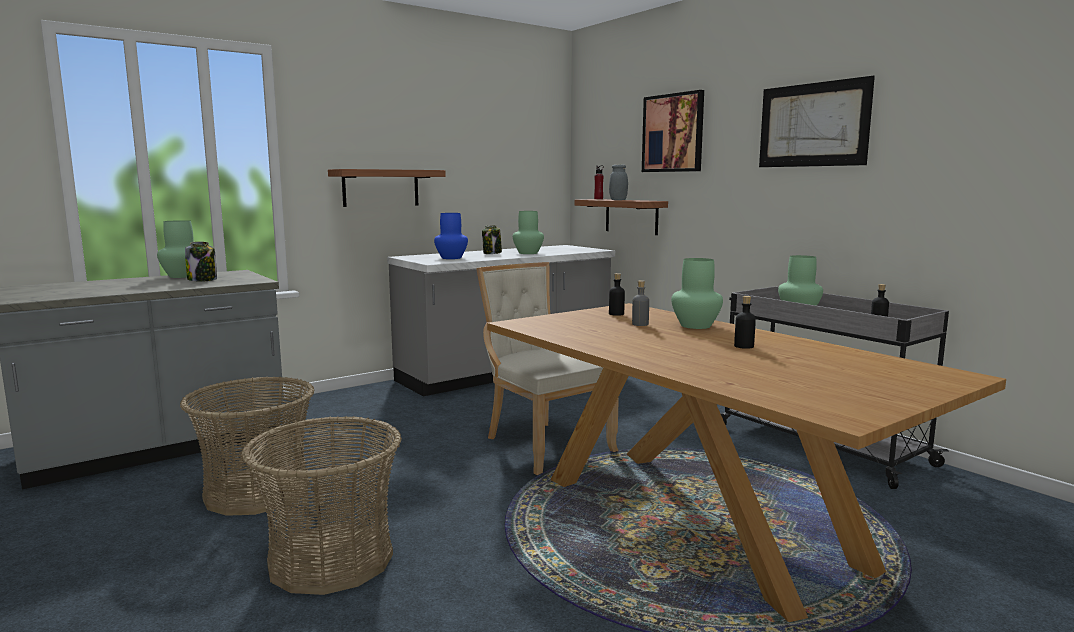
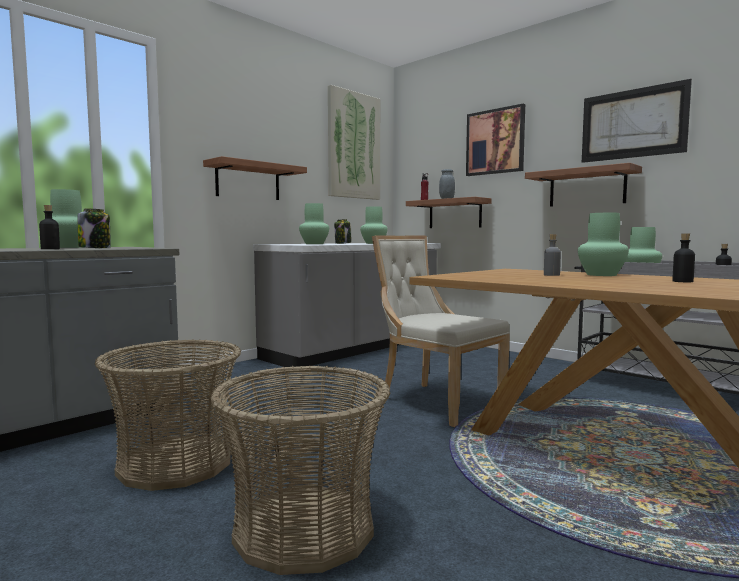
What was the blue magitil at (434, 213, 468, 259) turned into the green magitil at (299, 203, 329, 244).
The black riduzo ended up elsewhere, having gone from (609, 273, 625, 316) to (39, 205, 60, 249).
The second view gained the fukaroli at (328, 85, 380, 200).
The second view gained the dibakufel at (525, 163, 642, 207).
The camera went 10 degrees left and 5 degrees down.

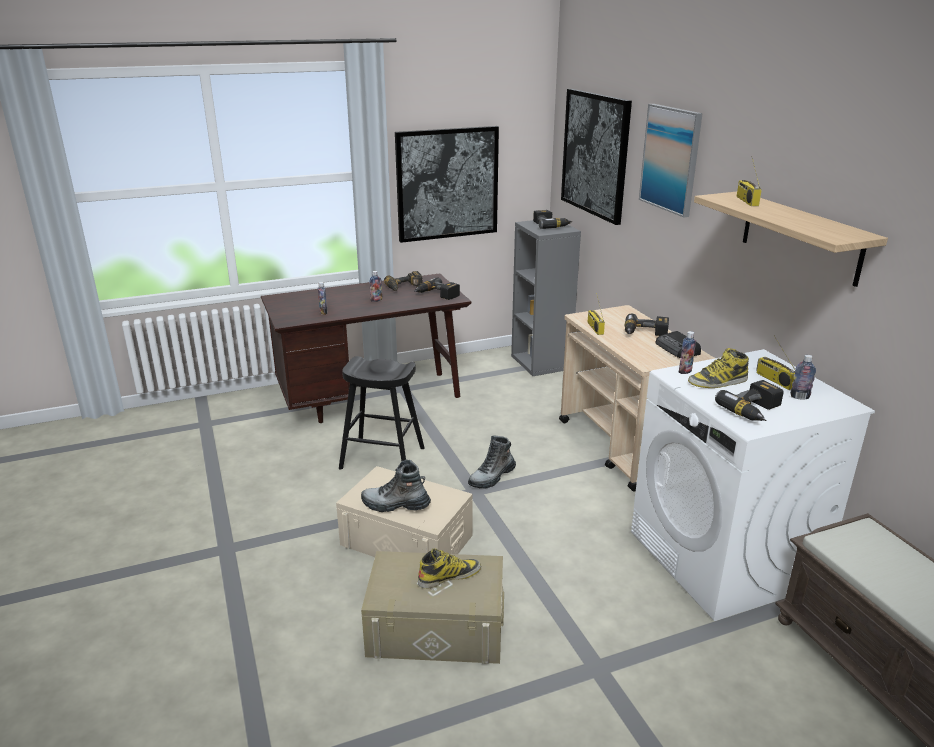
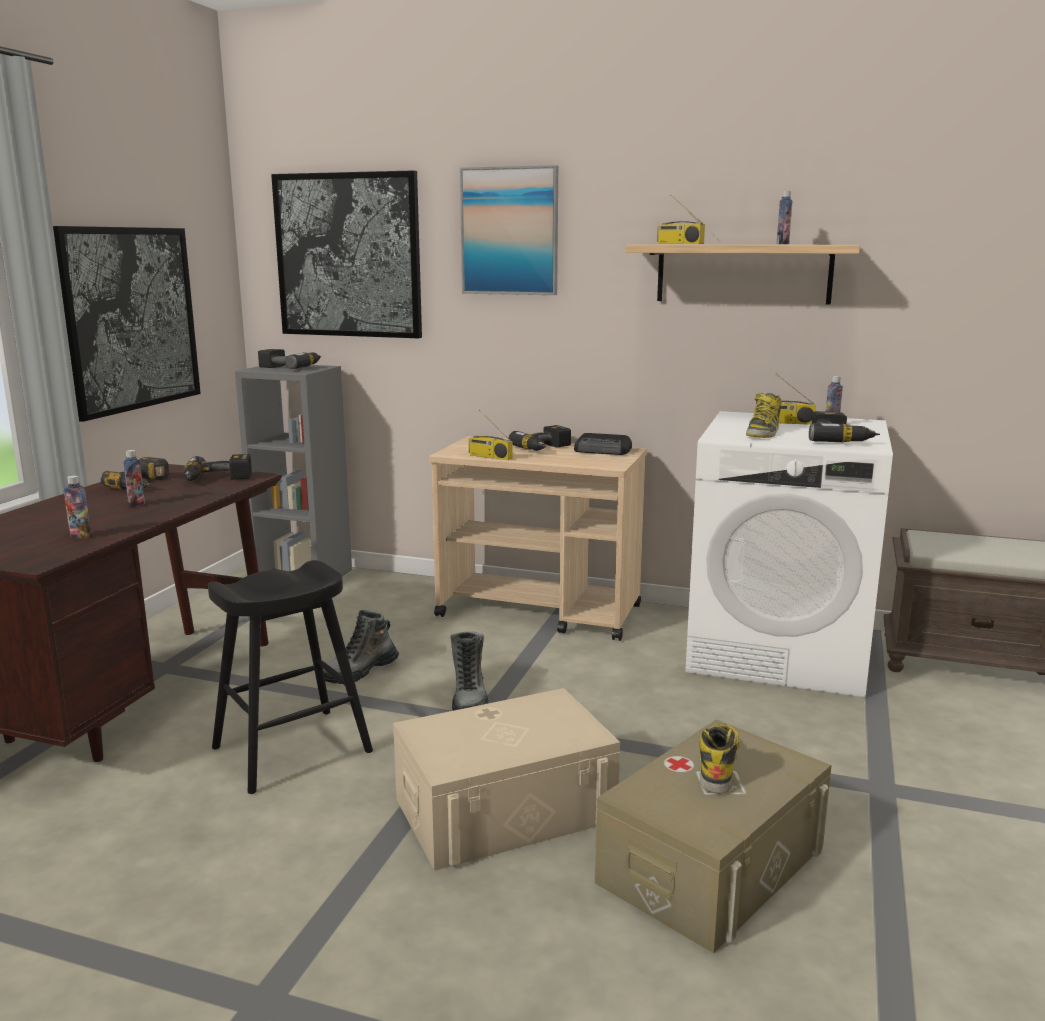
The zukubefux ended up elsewhere, having gone from (361, 460, 431, 512) to (323, 610, 399, 684).
The riduzo ended up elsewhere, having gone from (679, 331, 696, 374) to (777, 191, 793, 244).
The camera went 50 degrees left and 10 degrees down.

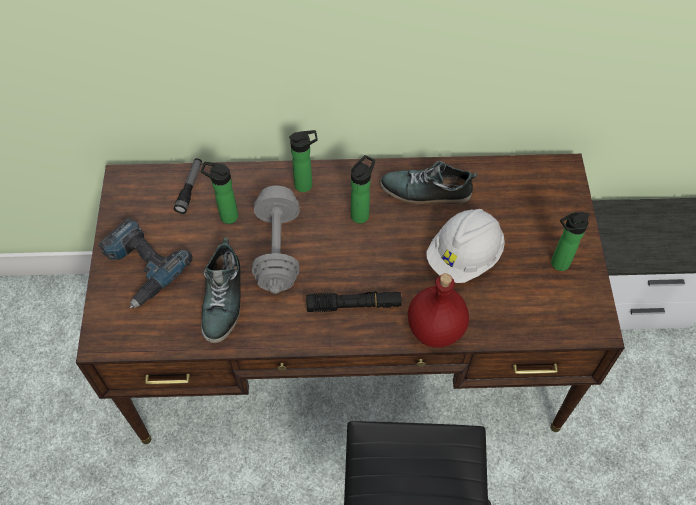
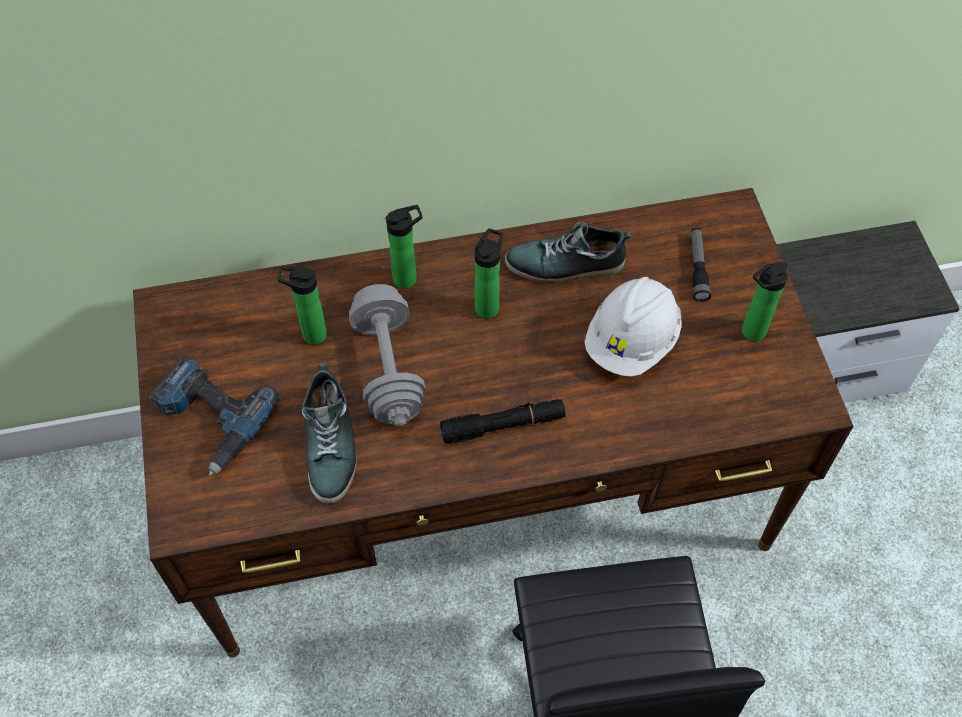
The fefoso ended up elsewhere, having gone from (174, 158, 202, 214) to (691, 228, 711, 302).
The second view lost the red riduzo at (408, 273, 469, 348).
The camera went 10 degrees left and 0 degrees up.

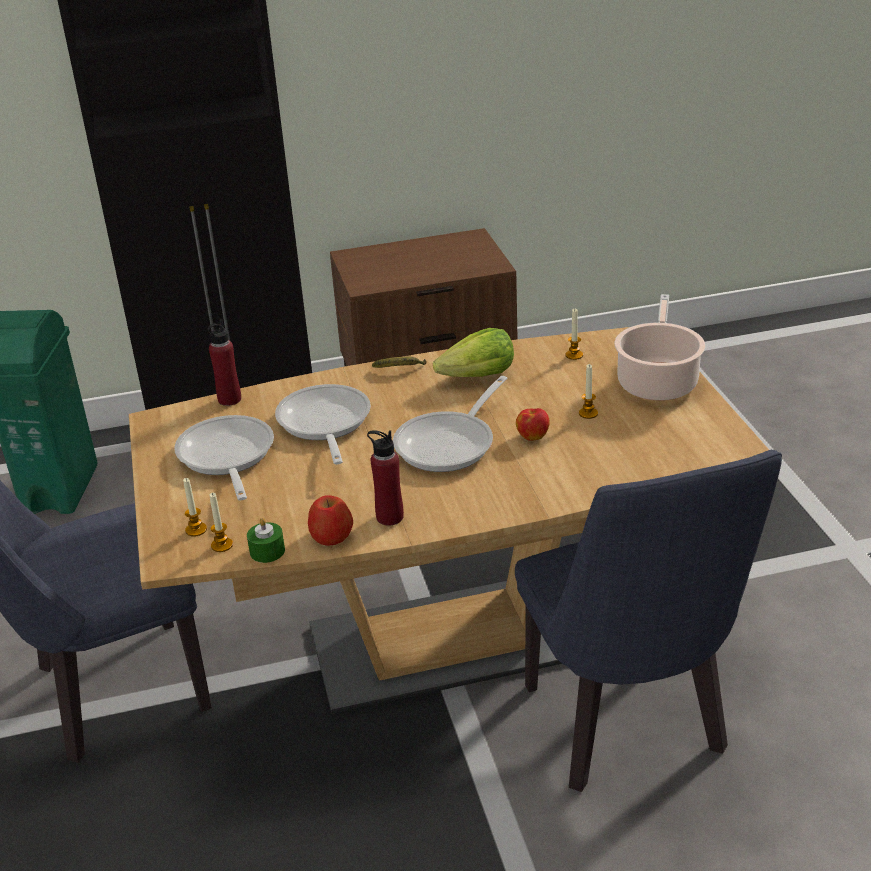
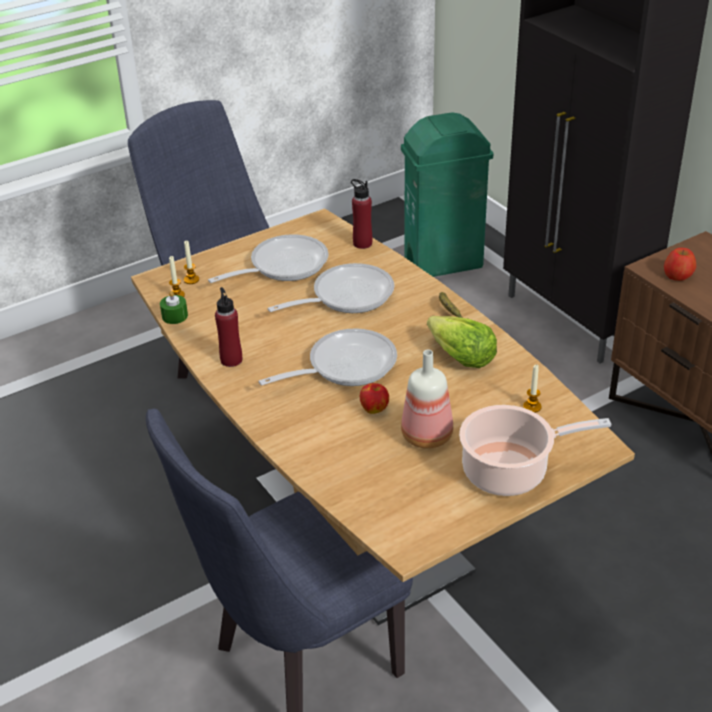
The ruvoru ended up elsewhere, having gone from (308, 495, 353, 546) to (664, 248, 696, 281).
The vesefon at (393, 376, 508, 472) ended up facing another way, 135 degrees clockwise from before.
Where the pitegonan stood at (579, 364, 598, 419), the riduzo came to stand at (401, 350, 453, 449).
The camera went 70 degrees right and 5 degrees up.

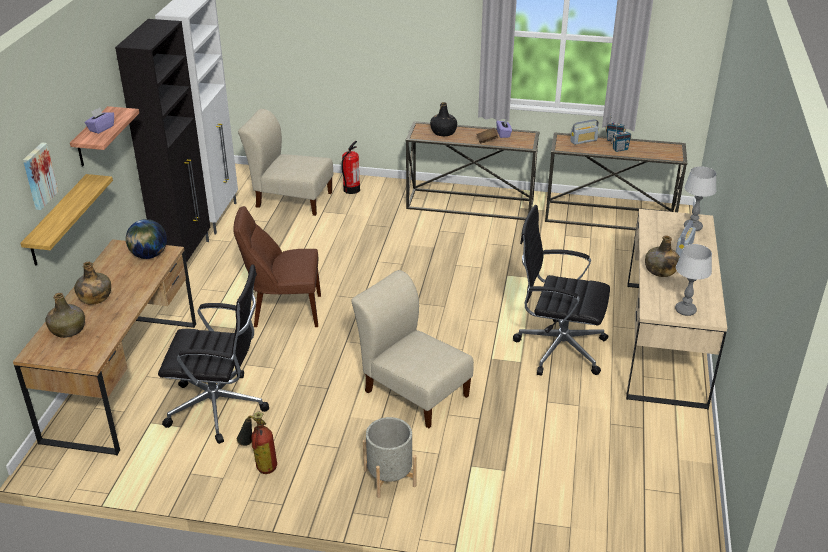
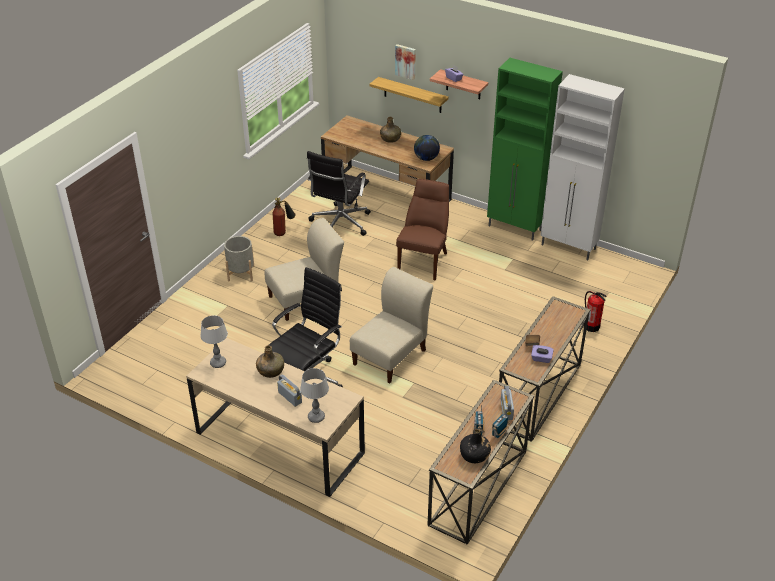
The second view lost the green riduzo at (45, 293, 85, 338).
What was the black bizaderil at (115, 19, 210, 263) turned into the green bizaderil at (487, 58, 563, 241).
The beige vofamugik ended up elsewhere, having gone from (238, 109, 333, 216) to (350, 267, 433, 384).
The black riduzo ended up elsewhere, having gone from (430, 102, 457, 136) to (460, 429, 491, 463).
The camera went 110 degrees right and 5 degrees up.

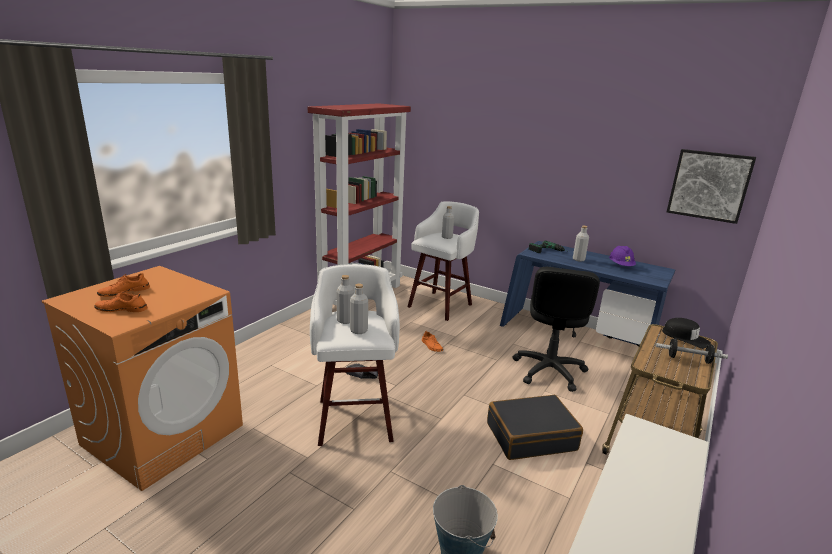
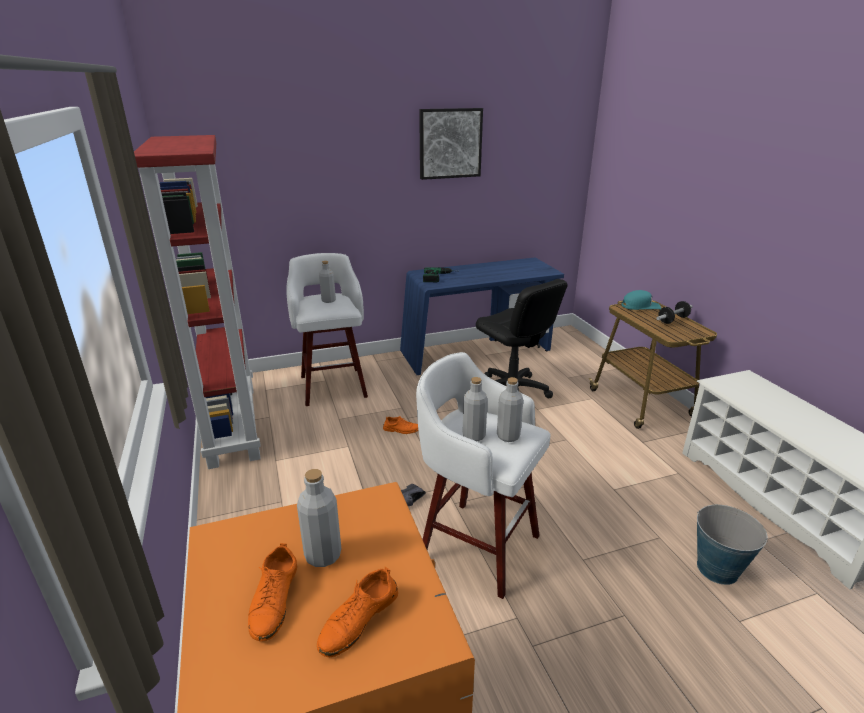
The second view lost the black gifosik at (487, 395, 583, 460).
The grey riduzo ended up elsewhere, having gone from (573, 226, 589, 262) to (297, 469, 341, 567).
The second view lost the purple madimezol at (609, 246, 636, 266).
What was the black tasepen at (662, 318, 711, 349) turned into the turquoise tasepen at (622, 290, 661, 310).
The fukaroli ended up elsewhere, having gone from (667, 149, 756, 224) to (419, 108, 483, 180).
The camera went 50 degrees left and 5 degrees up.

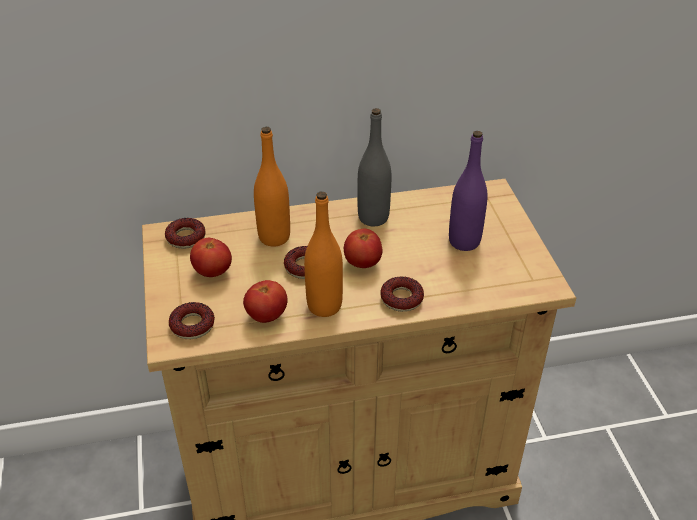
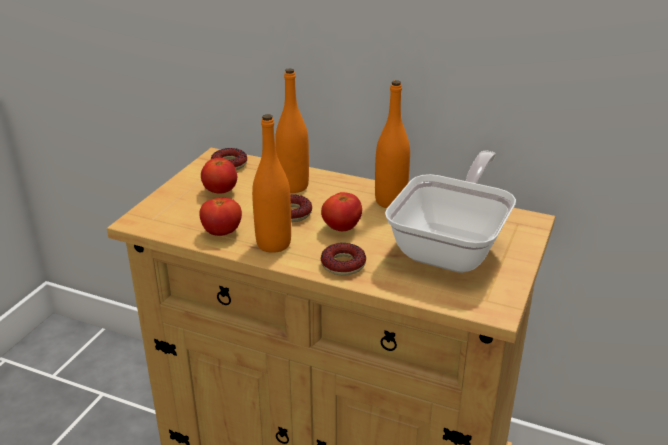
The second view lost the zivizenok at (169, 302, 215, 339).
What was the grey riduzo at (357, 108, 391, 226) turned into the orange riduzo at (375, 80, 410, 208).
Where the purple riduzo stood at (449, 131, 488, 251), the vesefon came to stand at (385, 151, 516, 273).
The camera went 35 degrees right and 10 degrees down.

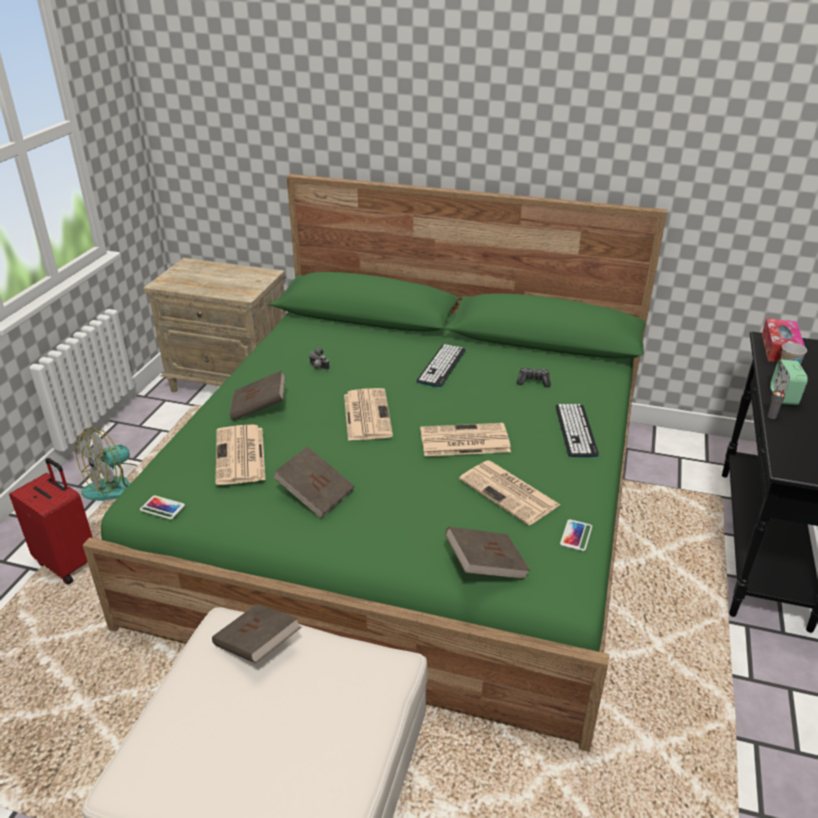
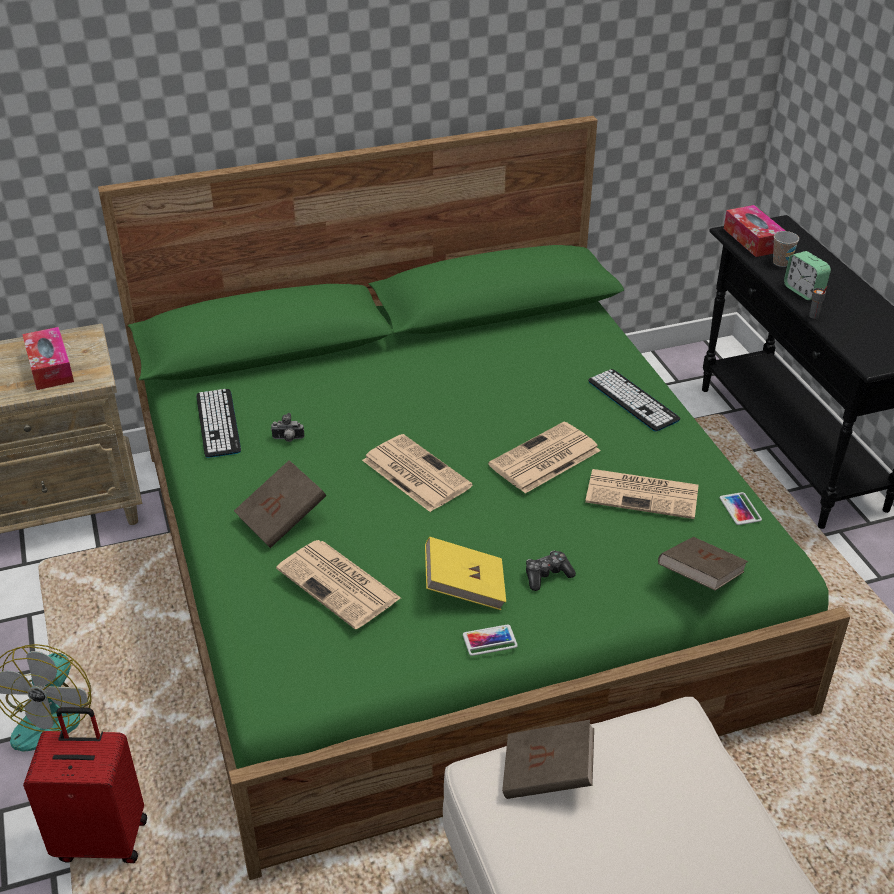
The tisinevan ended up elsewhere, having gone from (140, 495, 185, 519) to (463, 624, 518, 656).
What was the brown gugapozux at (273, 446, 354, 518) turned into the yellow gugapozux at (425, 537, 506, 610).
The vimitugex ended up elsewhere, having gone from (417, 344, 466, 388) to (196, 389, 241, 458).
The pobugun ended up elsewhere, having gone from (517, 367, 551, 387) to (526, 550, 576, 591).
The second view gained the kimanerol at (22, 327, 74, 390).
The camera went 35 degrees left and 5 degrees up.

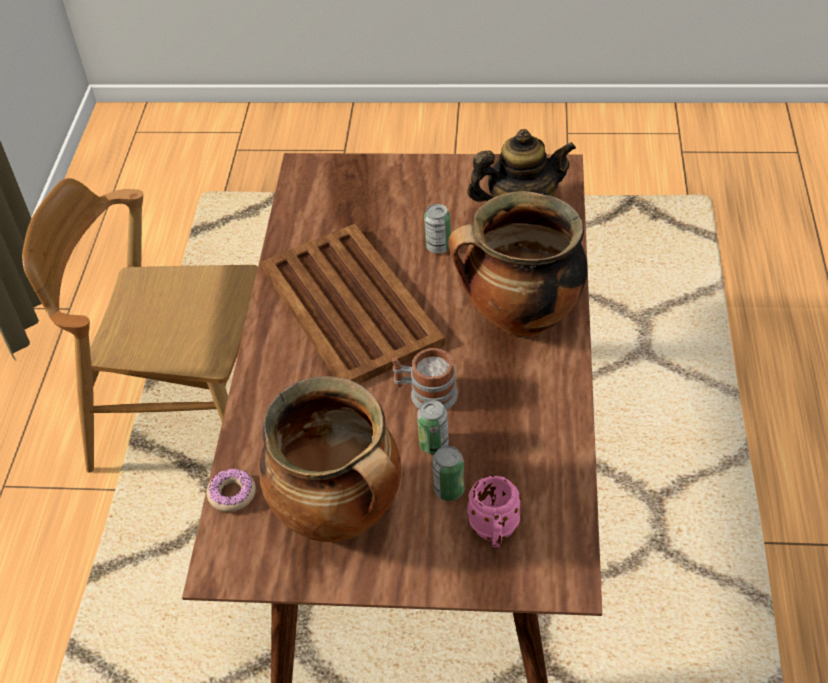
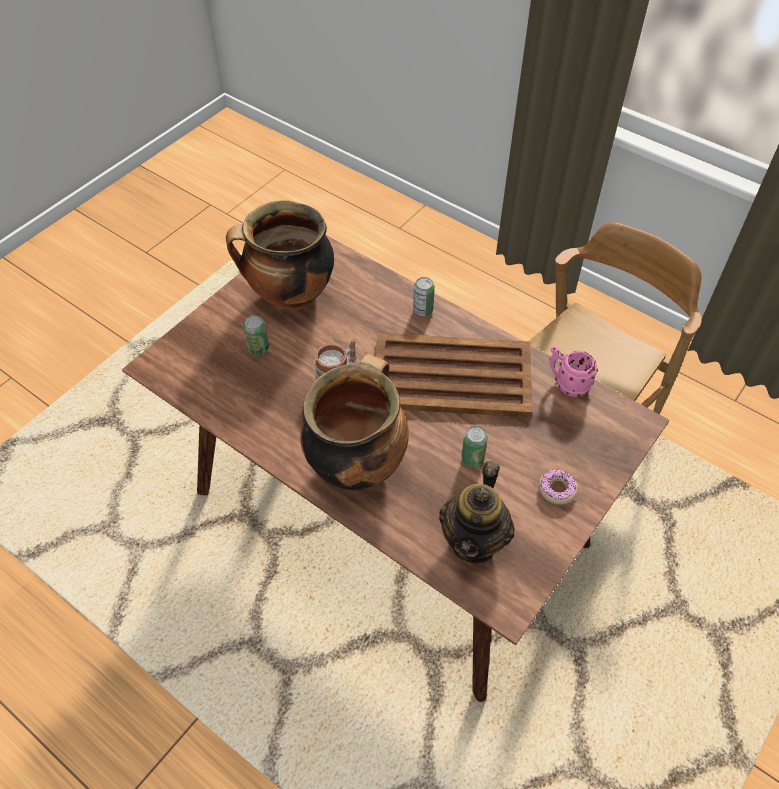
The zivizenok ended up elsewhere, having gone from (207, 469, 256, 512) to (539, 469, 578, 505).
The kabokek ended up elsewhere, having gone from (417, 400, 449, 454) to (413, 277, 435, 316).
The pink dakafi ended up elsewhere, having gone from (467, 475, 522, 547) to (549, 346, 598, 397).
The camera went 120 degrees right and 5 degrees up.

